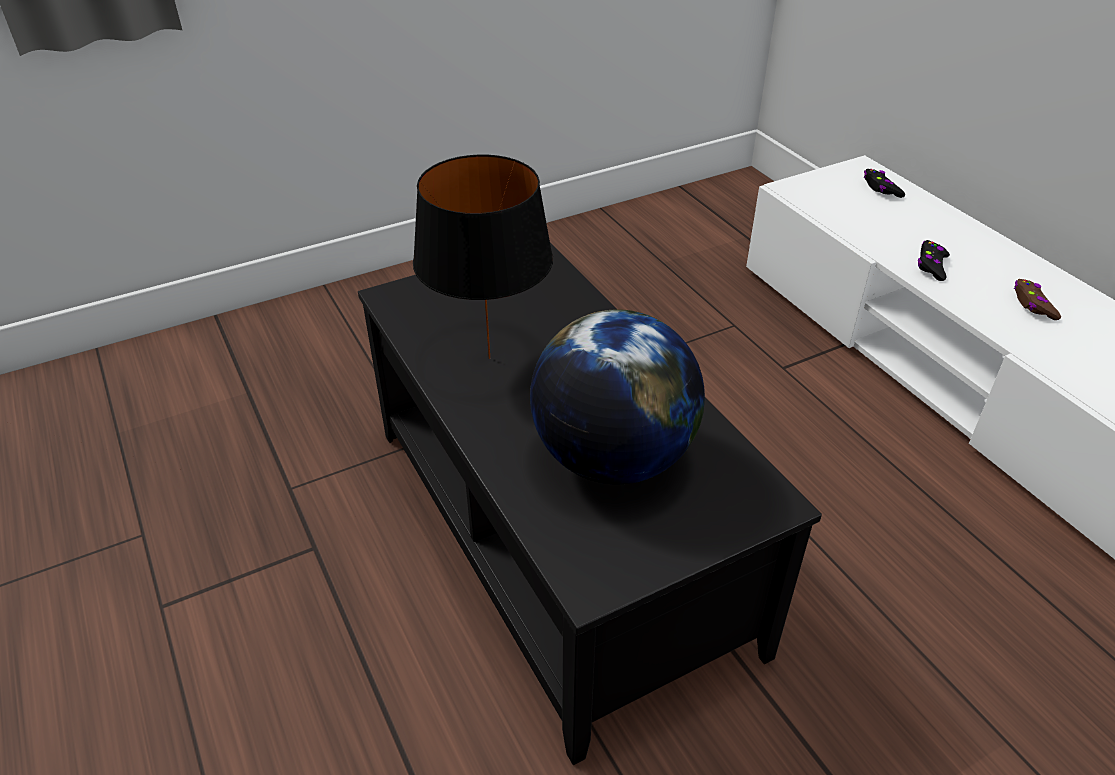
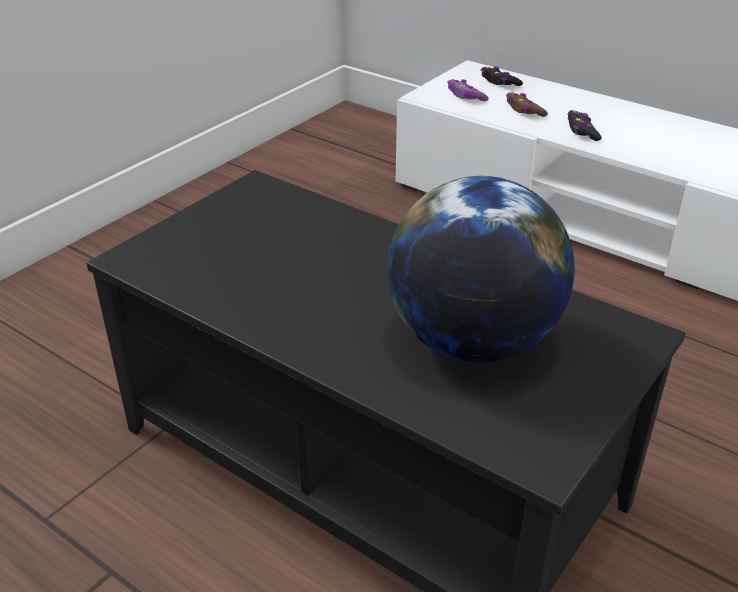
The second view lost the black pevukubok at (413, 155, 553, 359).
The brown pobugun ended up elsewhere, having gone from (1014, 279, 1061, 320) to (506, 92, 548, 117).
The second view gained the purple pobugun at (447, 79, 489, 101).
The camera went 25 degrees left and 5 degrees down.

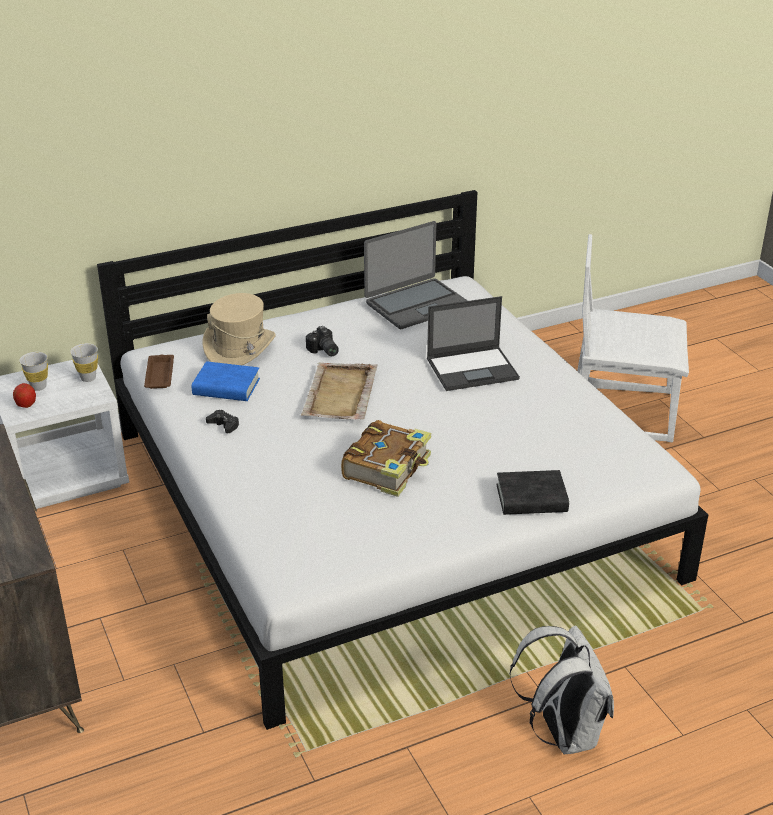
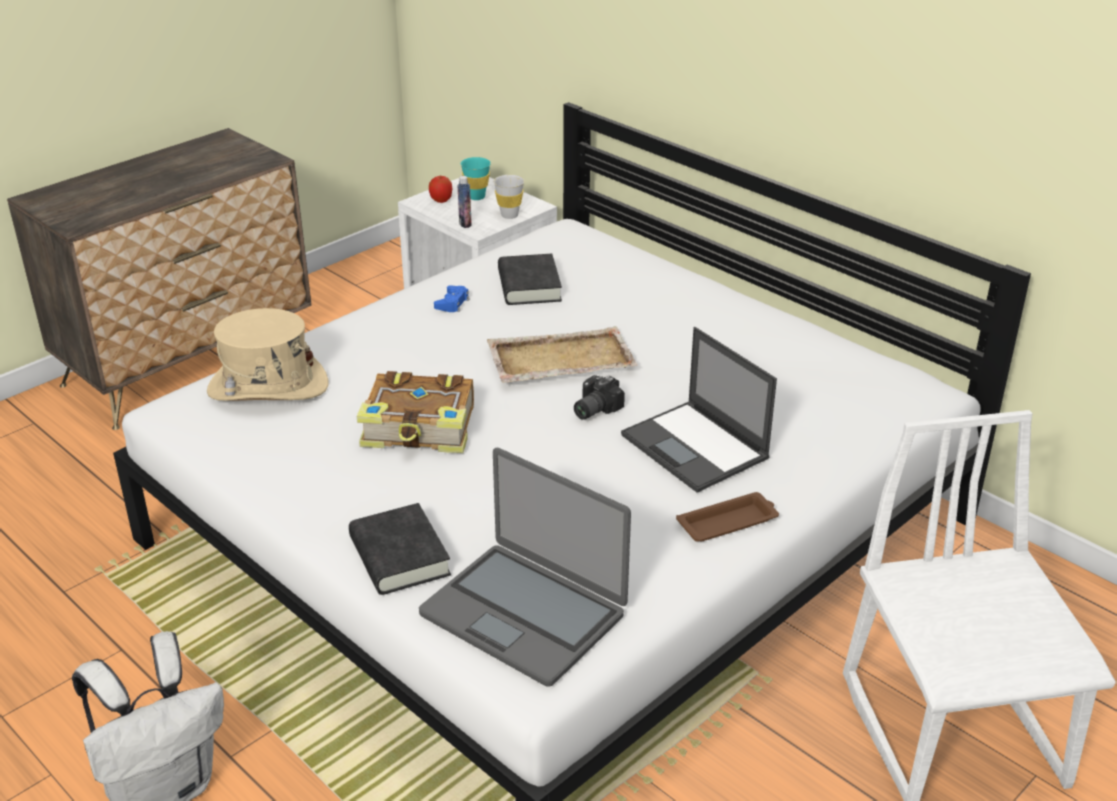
What was the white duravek at (19, 352, 48, 391) turned into the turquoise duravek at (461, 157, 491, 200).
The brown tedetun ended up elsewhere, having gone from (144, 355, 174, 389) to (676, 492, 779, 542).
What was the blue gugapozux at (192, 361, 260, 401) turned into the black gugapozux at (498, 253, 562, 305).
The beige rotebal ended up elsewhere, having gone from (203, 293, 276, 365) to (207, 308, 328, 401).
What was the black pobugun at (206, 410, 239, 433) turned into the blue pobugun at (434, 285, 469, 312).
The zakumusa ended up elsewhere, having gone from (306, 326, 339, 356) to (574, 375, 625, 420).
The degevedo ended up elsewhere, having gone from (364, 221, 468, 329) to (419, 447, 631, 687).
The second view gained the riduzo at (457, 176, 472, 228).
The camera went 70 degrees right and 0 degrees up.

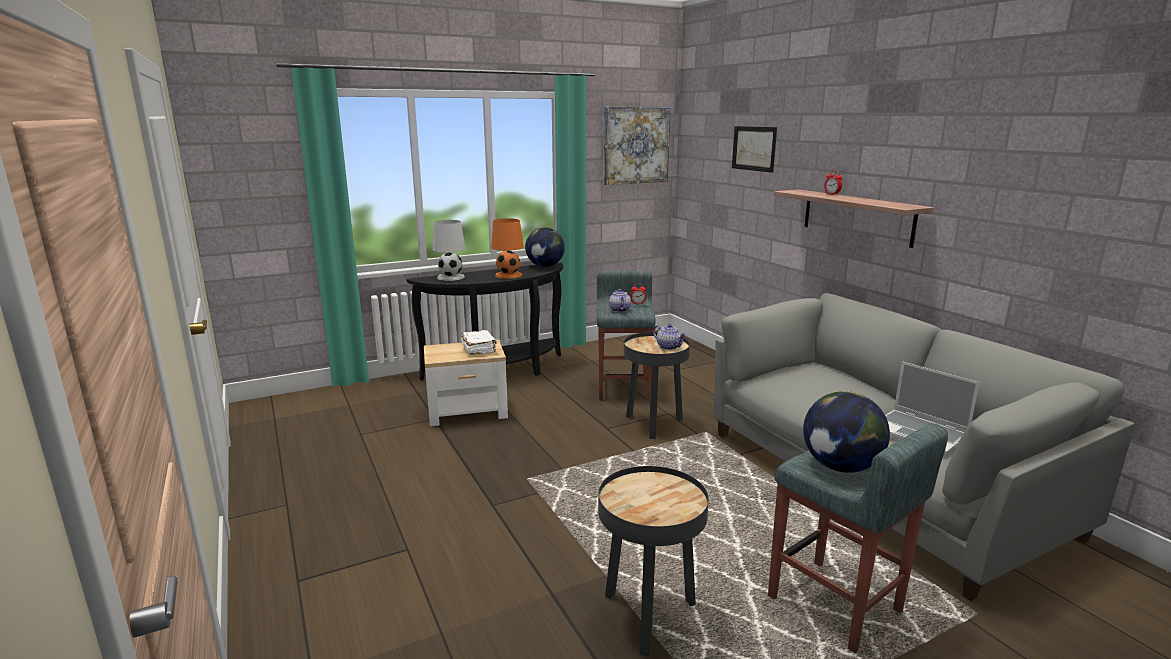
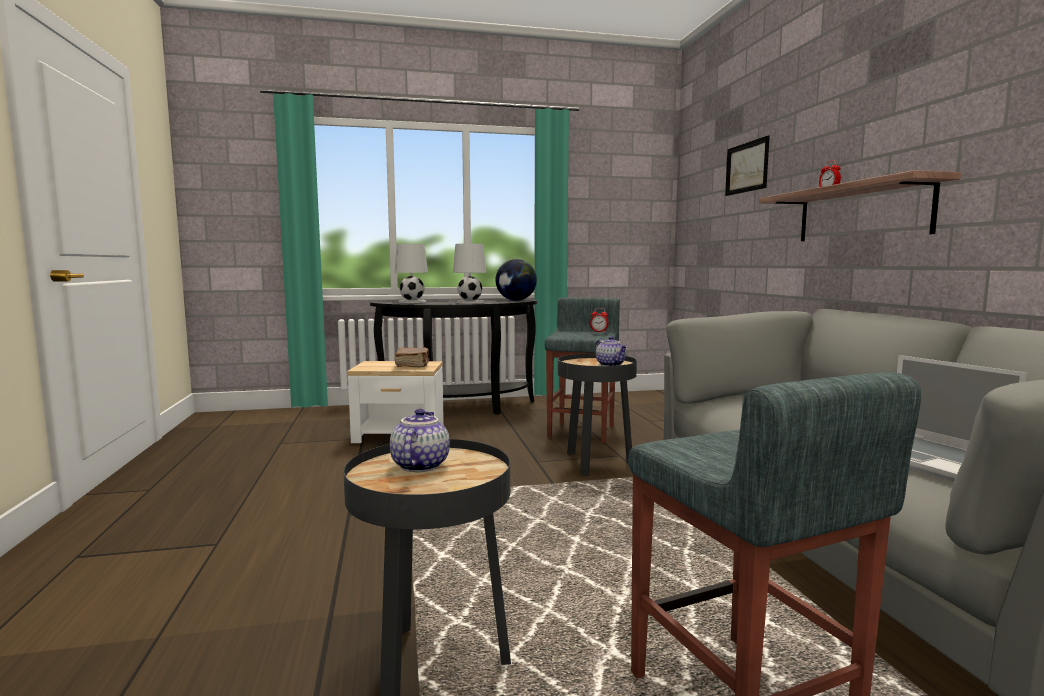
What was the white gugapozux at (461, 330, 497, 355) turned into the brown gugapozux at (394, 347, 429, 367).
What was the orange pevukubok at (491, 218, 524, 279) turned into the white pevukubok at (453, 244, 486, 304).
The second view lost the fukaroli at (604, 107, 671, 185).
The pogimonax ended up elsewhere, having gone from (609, 289, 631, 312) to (390, 409, 450, 472).
The second view lost the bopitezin at (803, 391, 890, 473).
The camera went 15 degrees right and 10 degrees down.

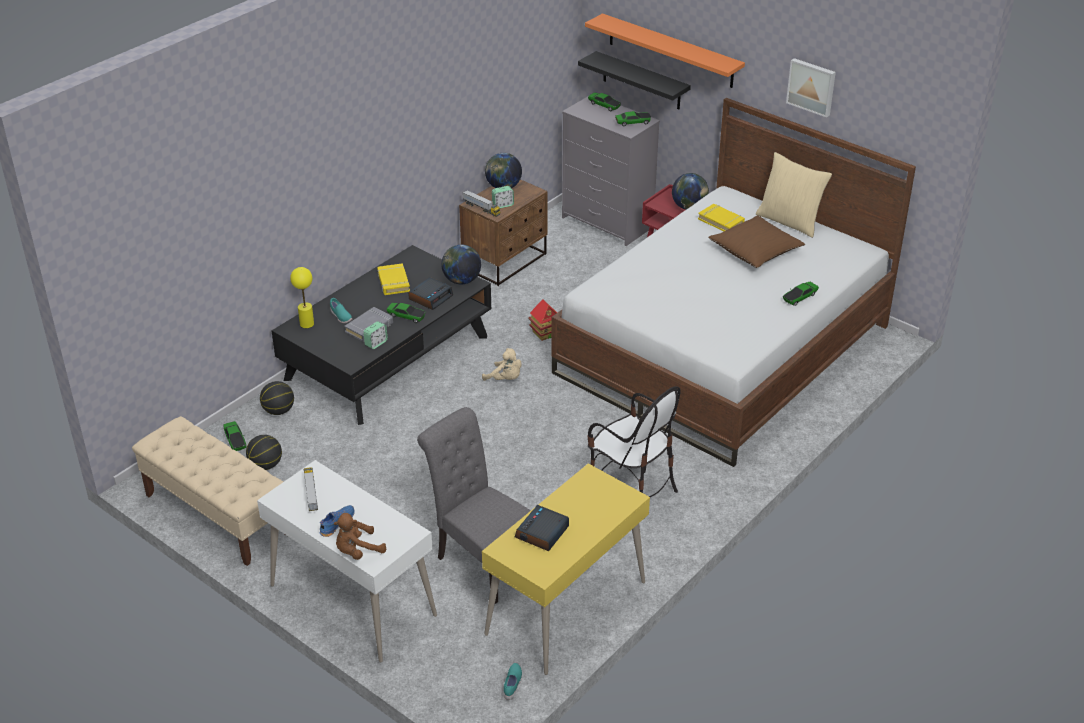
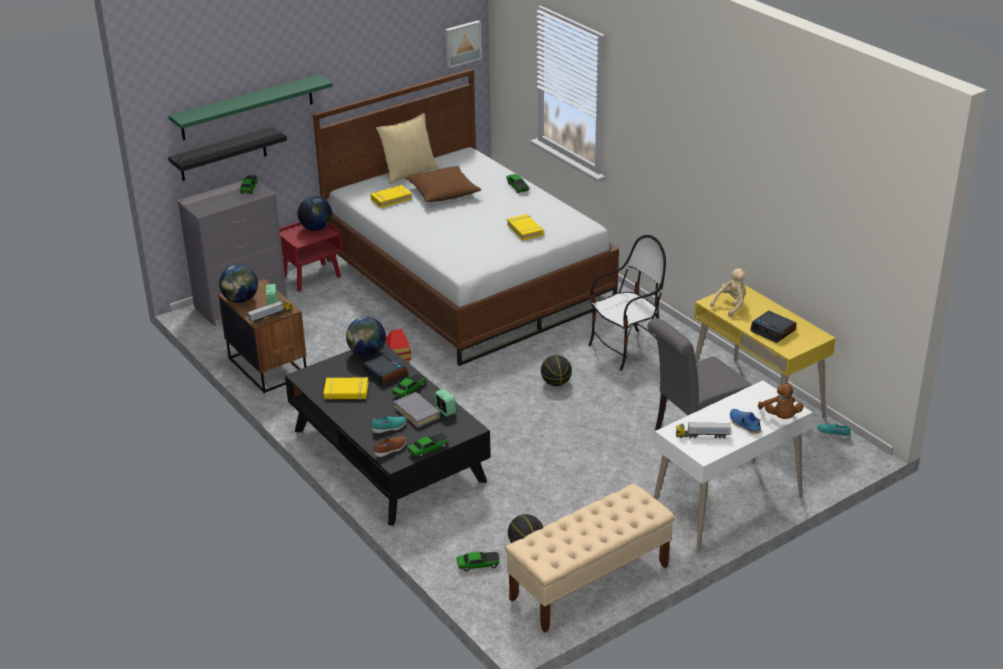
The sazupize ended up elsewhere, having gone from (260, 381, 294, 415) to (541, 355, 572, 386).
Where the yellow pevukubok stood at (290, 267, 314, 328), the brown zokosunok came to stand at (374, 436, 406, 457).
The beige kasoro ended up elsewhere, having gone from (482, 348, 522, 381) to (710, 268, 747, 317).
What was the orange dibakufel at (585, 13, 745, 88) turned into the green dibakufel at (169, 75, 333, 141).
The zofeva ended up elsewhere, having gone from (588, 92, 621, 111) to (407, 433, 448, 457).
The fukaroli ended up elsewhere, having gone from (786, 58, 836, 118) to (445, 20, 482, 68).
The second view gained the yellow gugapozux at (507, 214, 543, 241).
The camera went 75 degrees left and 5 degrees down.

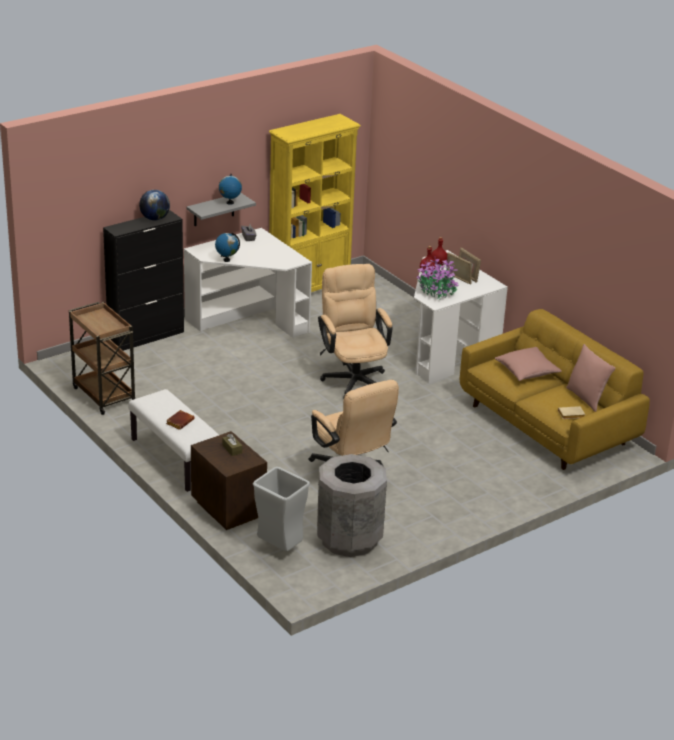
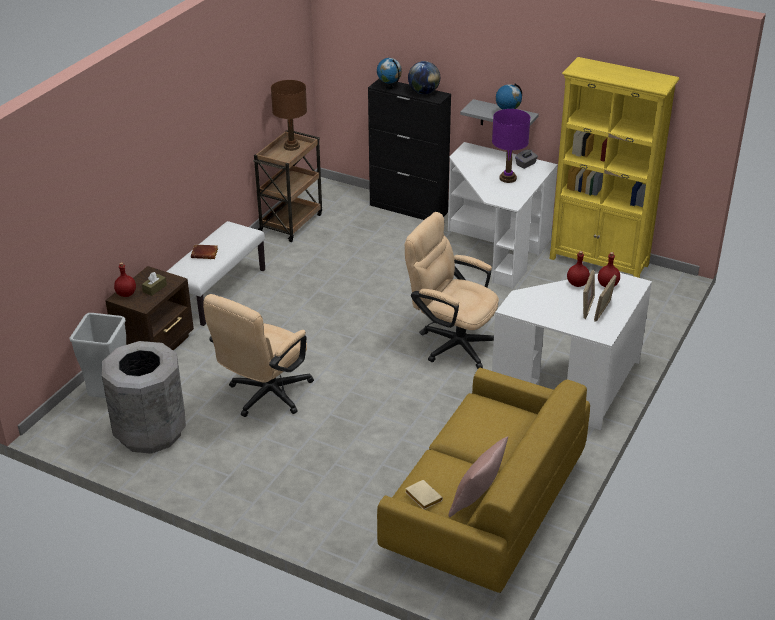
The bopitezin ended up elsewhere, having gone from (215, 233, 240, 262) to (377, 58, 402, 90).
The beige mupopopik at (318, 264, 393, 399) ended up facing another way, 105 degrees counterclockwise from before.
The second view lost the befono at (416, 256, 459, 299).
The second view lost the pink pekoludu at (495, 347, 562, 381).
The second view gained the red riduzo at (114, 262, 136, 297).
The second view gained the brown pevukubok at (271, 80, 307, 151).
The second view gained the purple pevukubok at (492, 109, 530, 183).
The camera went 65 degrees right and 5 degrees up.

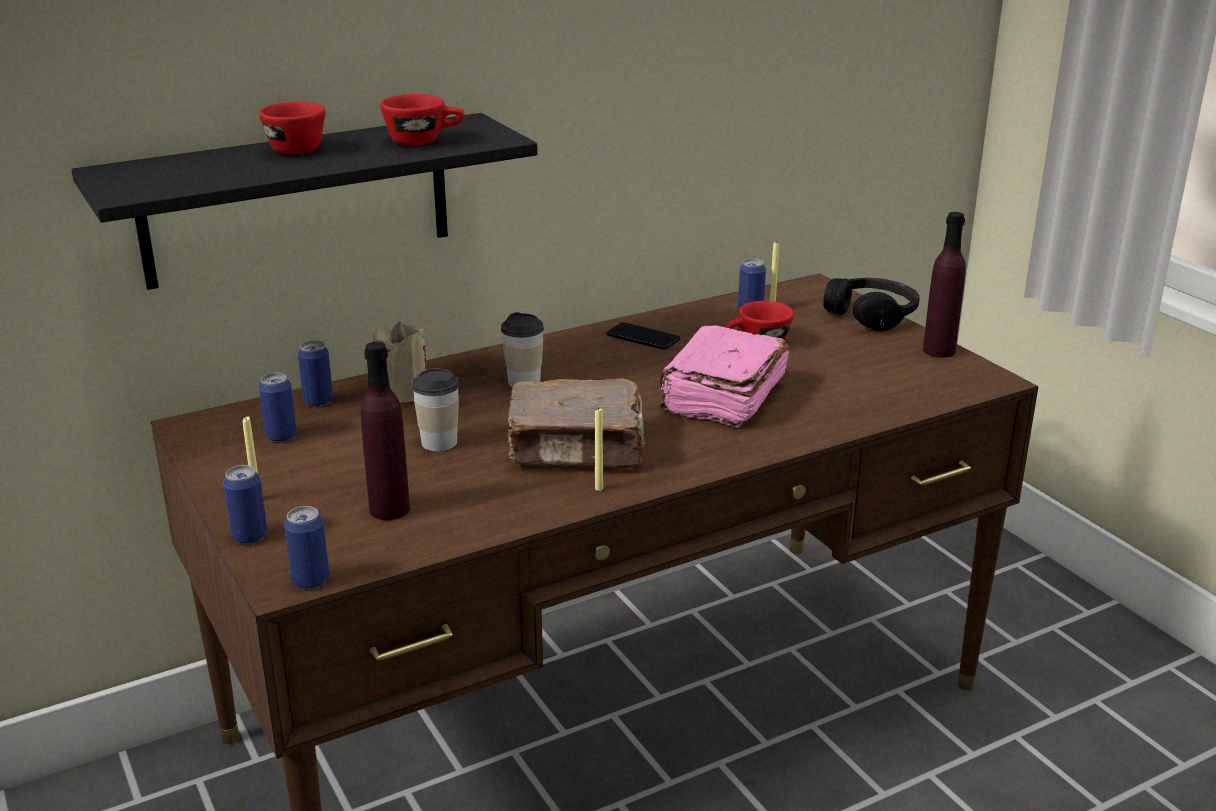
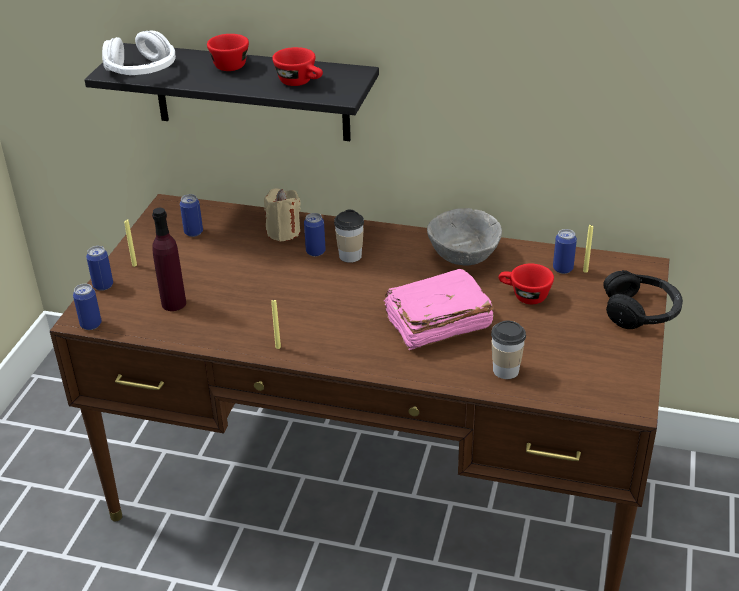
The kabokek ended up elsewhere, having gone from (298, 340, 333, 407) to (304, 213, 326, 256).
The duravek ended up elsewhere, having gone from (412, 368, 460, 451) to (491, 321, 526, 379).
The second view lost the brown gugapozux at (508, 378, 645, 469).
Where the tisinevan stood at (606, 322, 680, 350), the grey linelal came to stand at (427, 208, 502, 266).
The second view lost the purple riduzo at (923, 212, 966, 358).
The second view gained the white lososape at (102, 30, 176, 75).
The camera went 45 degrees right and 10 degrees up.

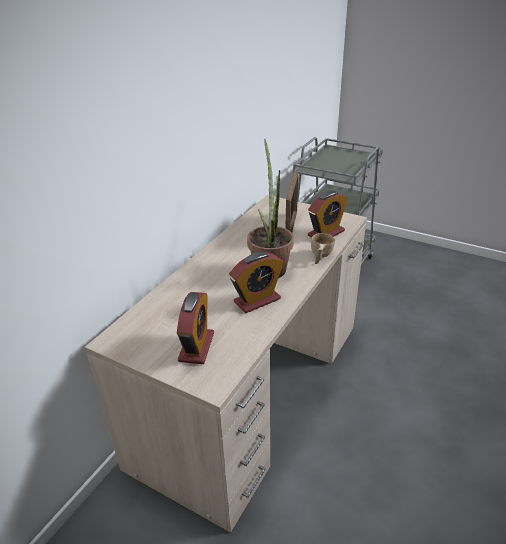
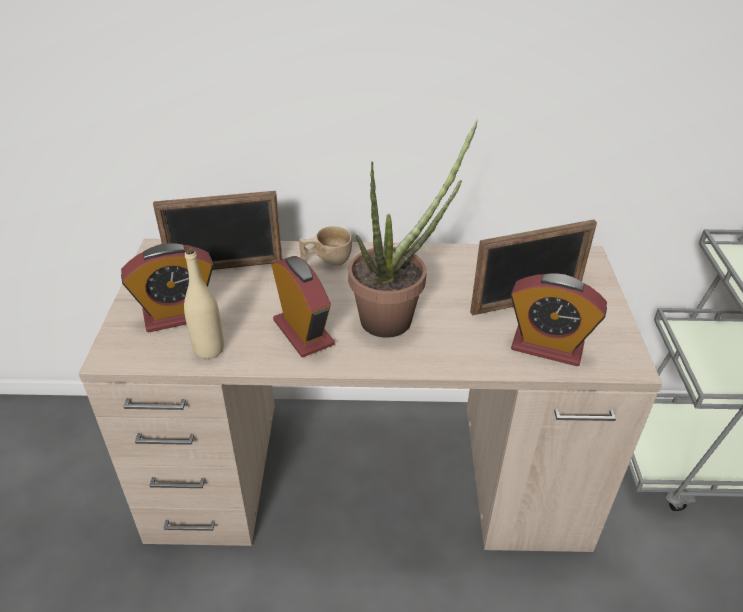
The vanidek at (229, 252, 284, 313) ended up facing another way, 150 degrees counterclockwise from before.
The beige duravek ended up elsewhere, having gone from (311, 233, 335, 264) to (299, 226, 352, 265).
The second view gained the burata at (153, 191, 282, 270).
The second view gained the beige riduzo at (184, 247, 224, 359).
The camera went 60 degrees right and 5 degrees up.

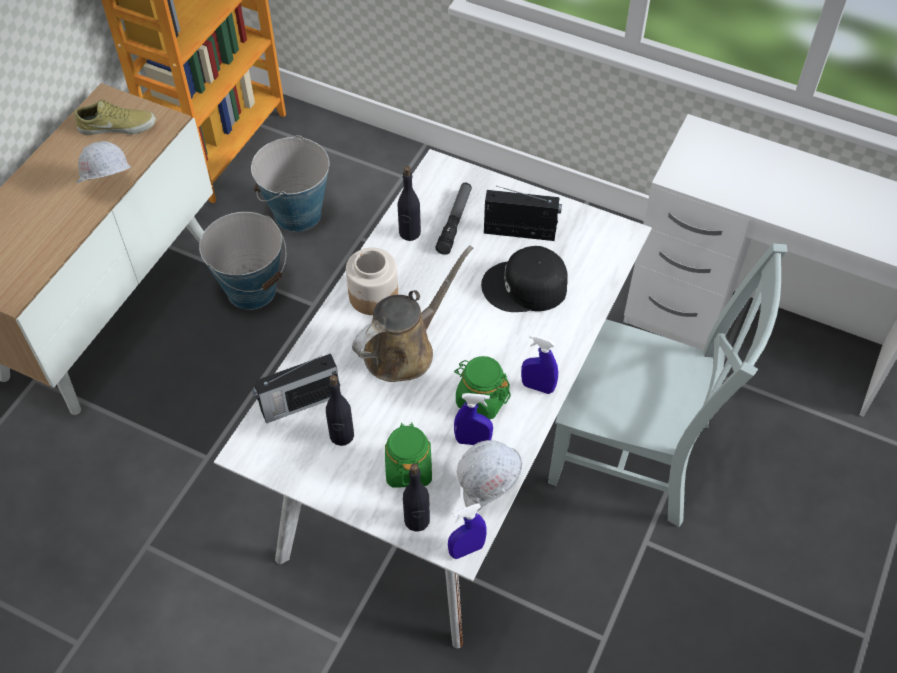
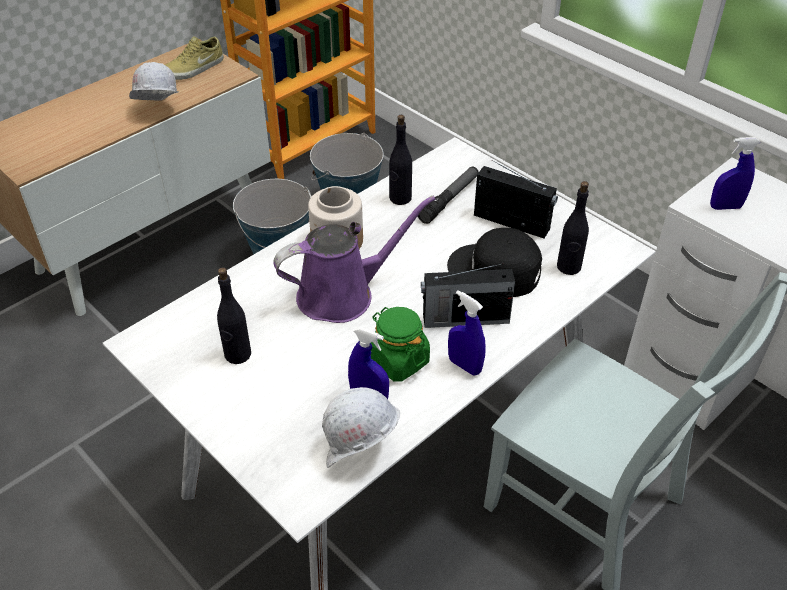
The beige zokosunok at (74, 100, 156, 135) ended up facing another way, 120 degrees clockwise from before.
The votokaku ended up elsewhere, having gone from (252, 354, 339, 424) to (421, 264, 515, 328).
What was the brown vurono at (352, 246, 474, 382) turned into the purple vurono at (273, 196, 436, 323).
The second view lost the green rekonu at (385, 422, 432, 488).
The black riduzo ended up elsewhere, having gone from (403, 464, 430, 532) to (557, 181, 589, 275).
The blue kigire ended up elsewhere, having gone from (448, 503, 487, 559) to (710, 137, 760, 210).
The camera went 20 degrees right and 10 degrees down.

